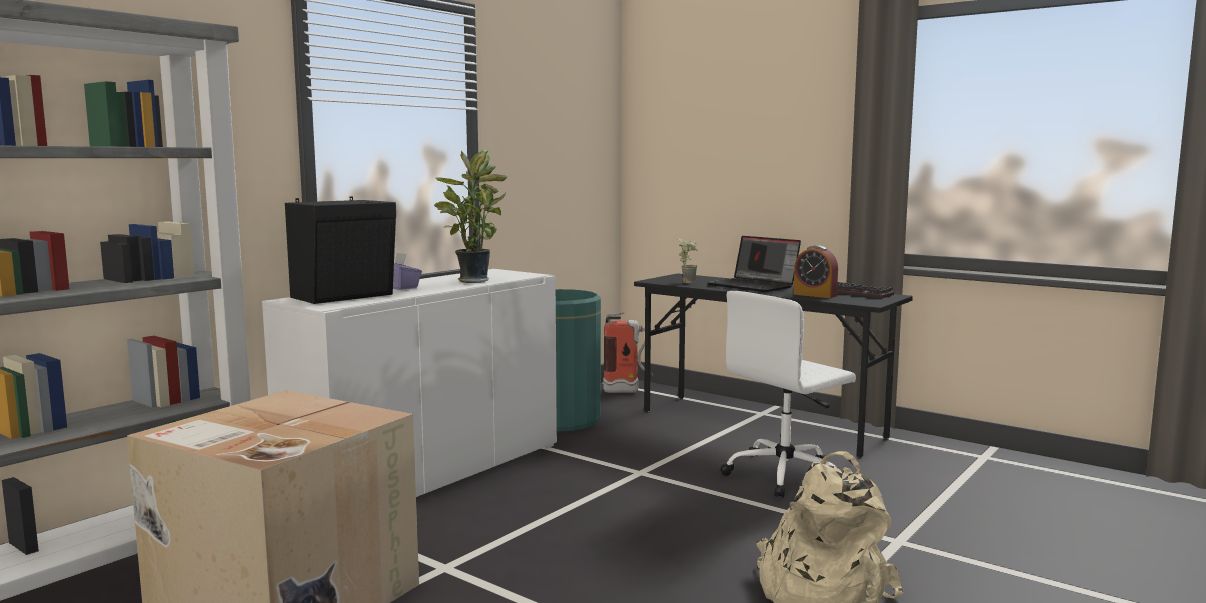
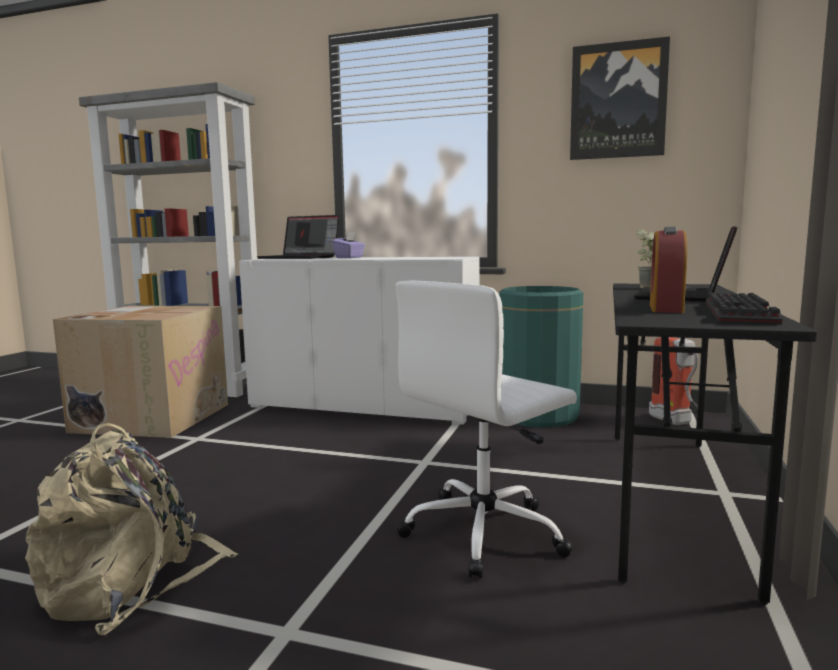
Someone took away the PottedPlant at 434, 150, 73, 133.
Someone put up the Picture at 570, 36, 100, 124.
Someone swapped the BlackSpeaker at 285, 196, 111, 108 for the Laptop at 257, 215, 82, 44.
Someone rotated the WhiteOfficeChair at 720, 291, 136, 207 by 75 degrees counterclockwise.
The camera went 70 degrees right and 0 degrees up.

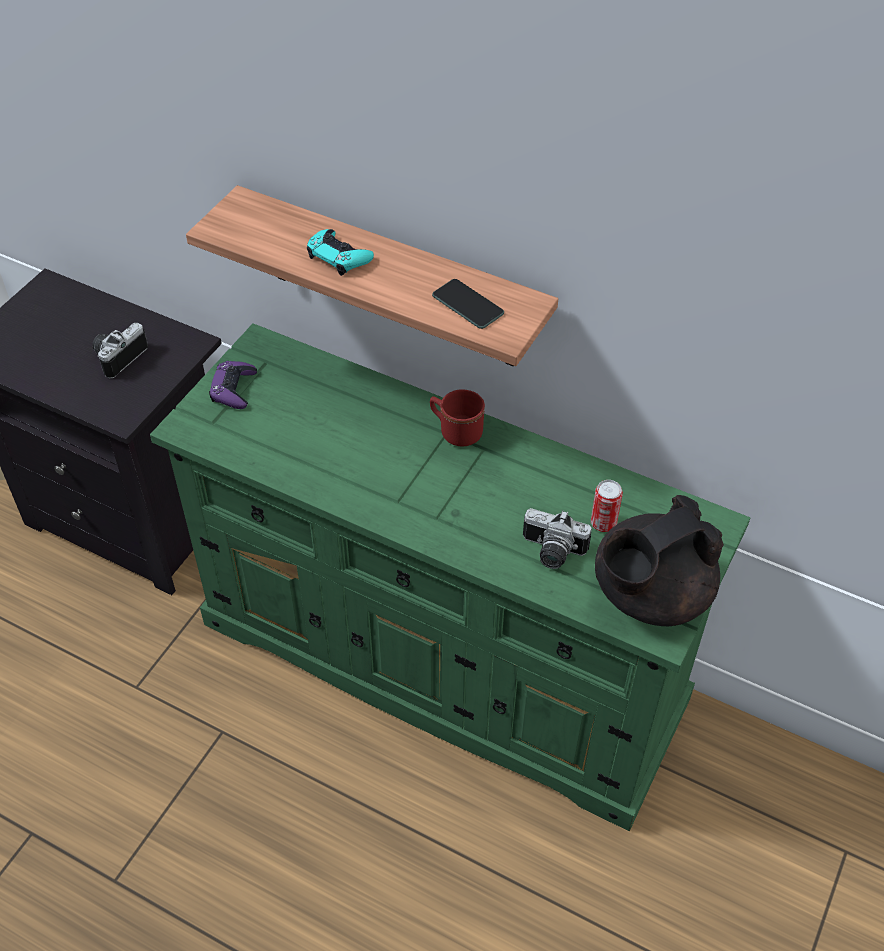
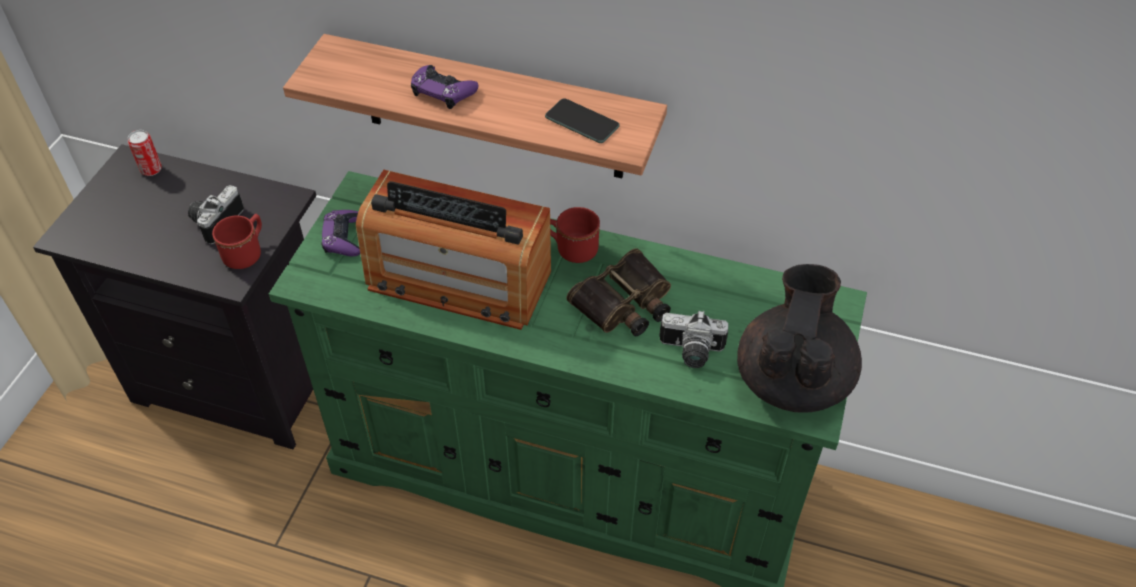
Someone put down the RedMug at 212, 214, 50, 55.
Someone put down the Radio at 356, 170, 195, 160.
Someone put down the Binoculars at 567, 248, 104, 88.
Someone carried the Can from 591, 480, 32, 52 to 128, 130, 34, 46.
Someone repainted the TurquoiseGameController at 307, 229, 67, 47, which became the PurpleGameController at 411, 65, 68, 44.
Someone rotated the BlackTeapot at 595, 495, 129, 131 by 150 degrees clockwise.
The camera went 10 degrees left and 0 degrees up.

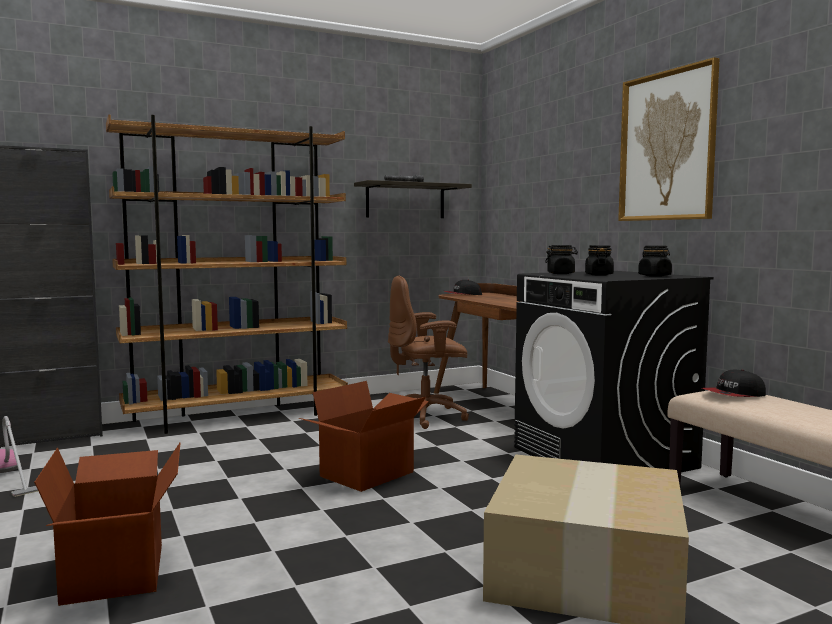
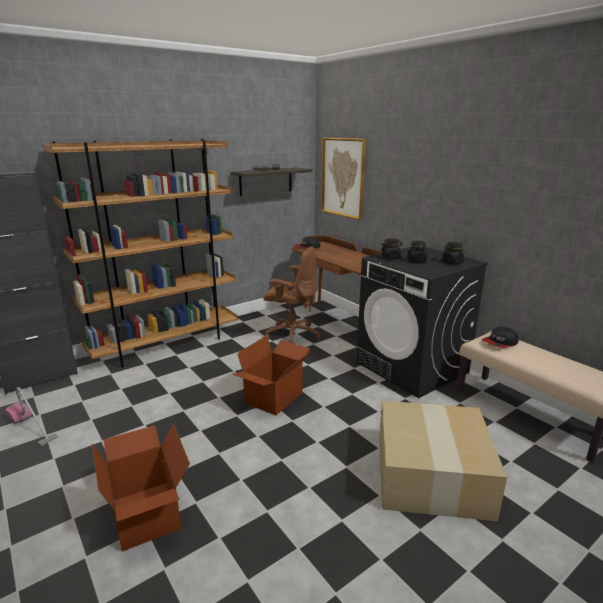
Someone carried the Picture from 618, 57, 102, 164 to 321, 137, 45, 83.
Someone rotated the BrownOfficeChair at 388, 275, 81, 154 by 135 degrees counterclockwise.
The camera went 10 degrees left and 15 degrees up.

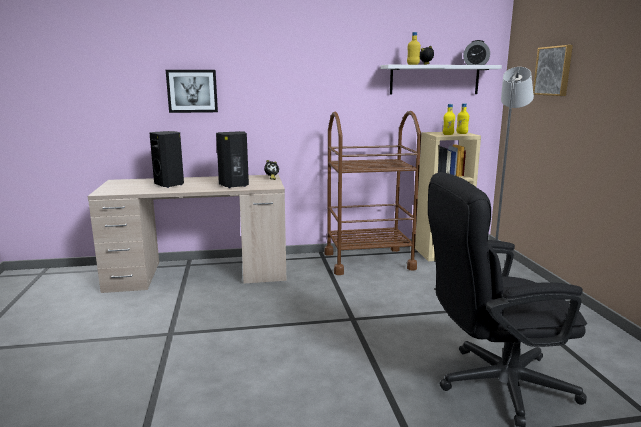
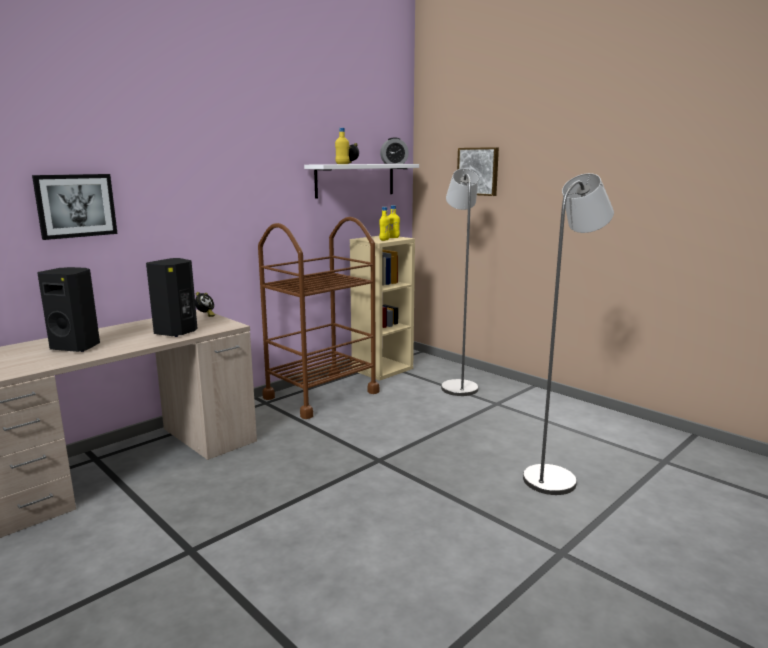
Someone swapped the BlackOfficeChair at 428, 172, 159, 255 for the GreyFloorLamp at 523, 173, 91, 322.
The camera went 35 degrees left and 0 degrees up.

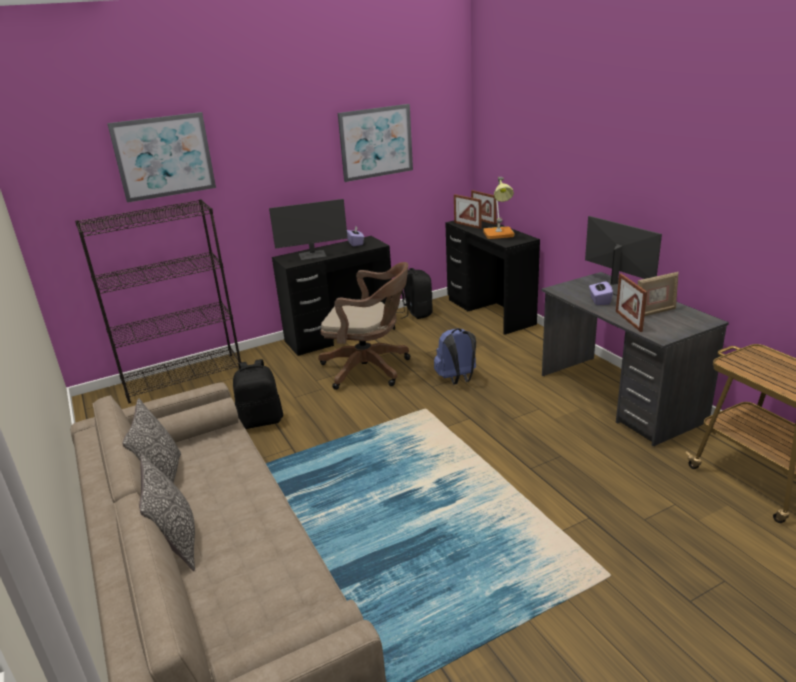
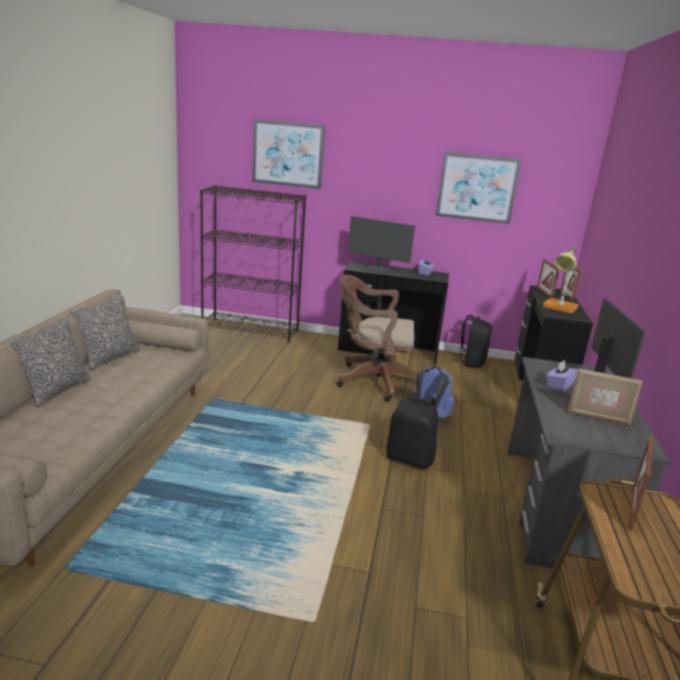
Someone carried the BlackBackpack from 233, 359, 50, 70 to 386, 392, 53, 77.
Someone carried the PictureFrame from 616, 274, 31, 58 to 628, 436, 25, 95.
Someone rotated the BrownOfficeChair at 318, 262, 93, 128 by 135 degrees clockwise.
The camera went 35 degrees right and 5 degrees down.

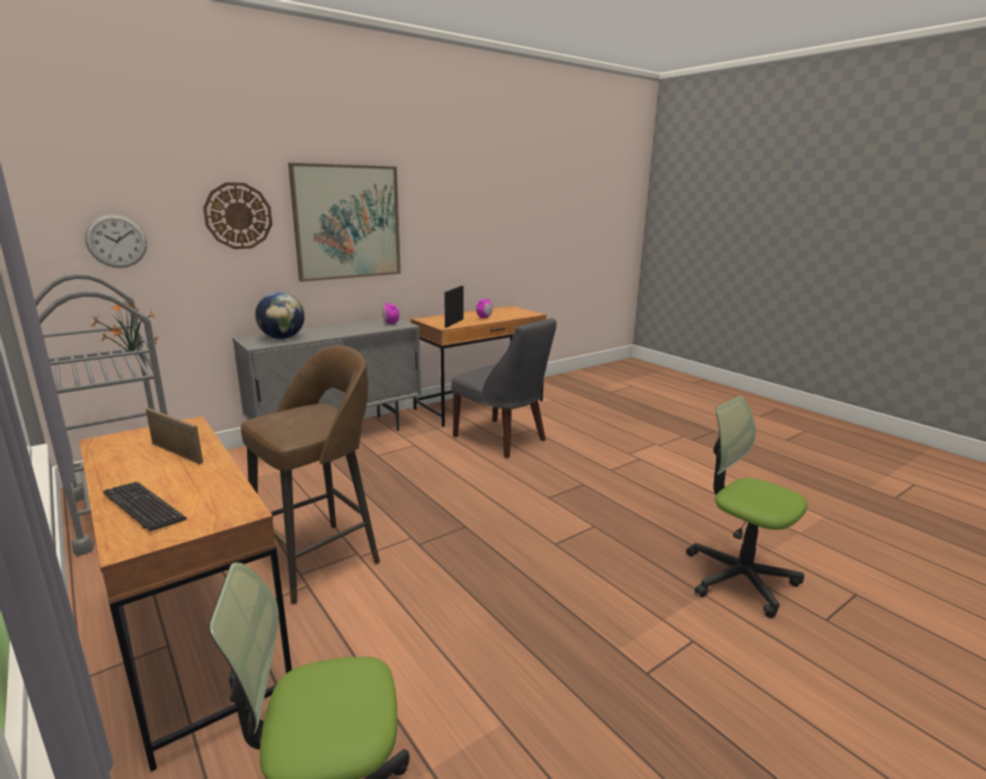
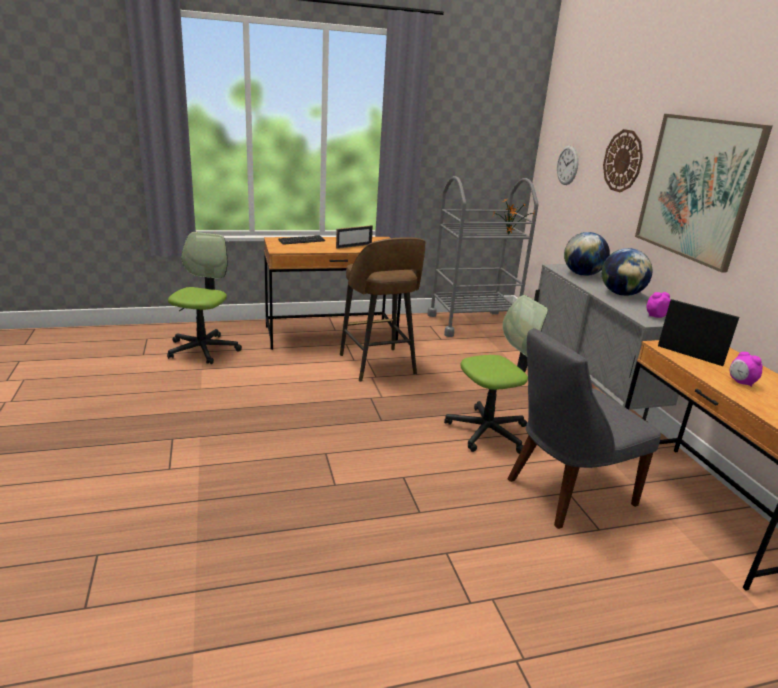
Someone put down the Globe at 602, 248, 50, 48.
Someone carried the OfficeChair from 686, 396, 122, 222 to 444, 295, 104, 159.
The camera went 110 degrees right and 5 degrees up.

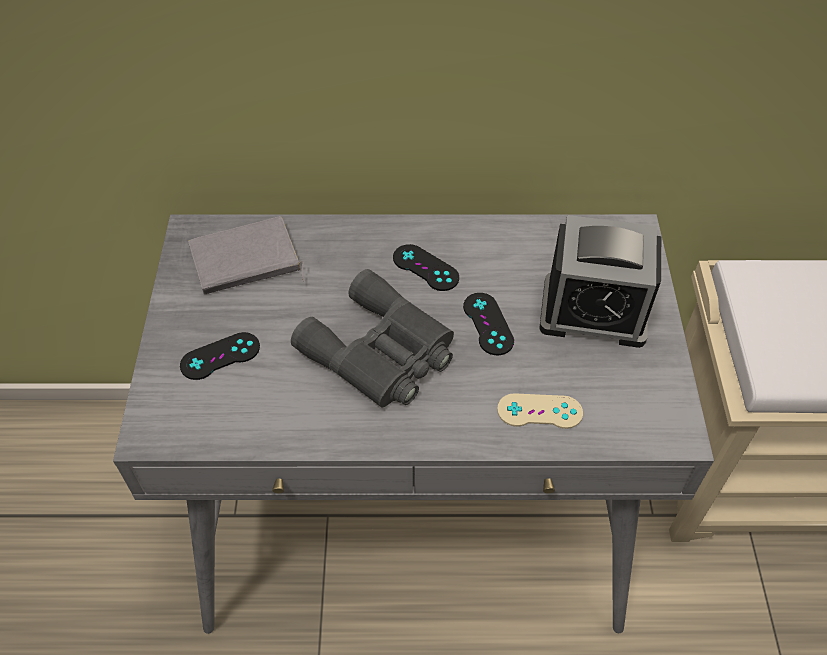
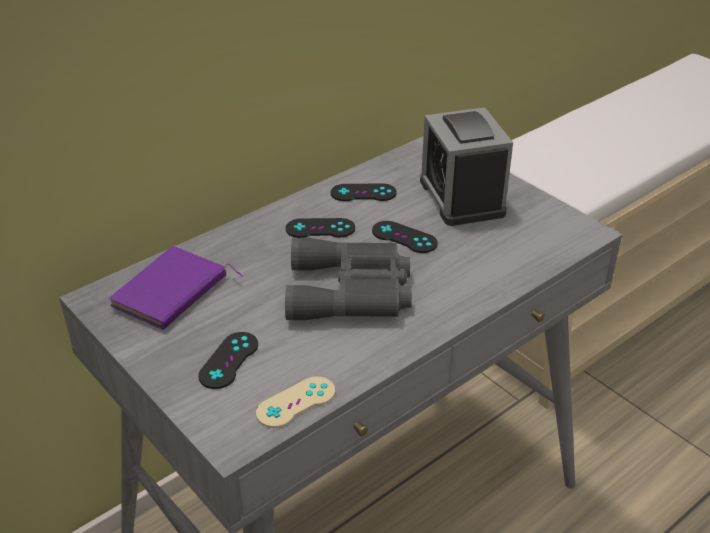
Someone put down the BlackGameController at 331, 183, 66, 18.
Someone carried the BeigeGameController from 497, 393, 86, 36 to 256, 376, 79, 52.
Someone repainted the GreyBook at 188, 216, 117, 78, which became the PurpleBook at 109, 246, 134, 84.
Someone rotated the AlarmClock at 539, 215, 122, 133 by 105 degrees clockwise.
The camera went 40 degrees left and 15 degrees down.

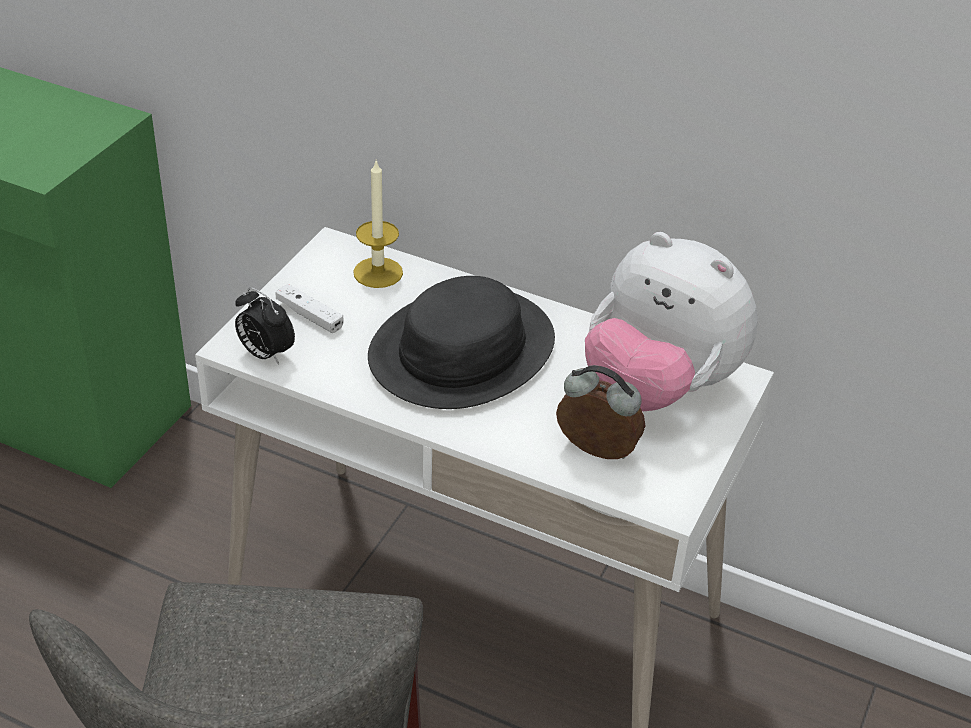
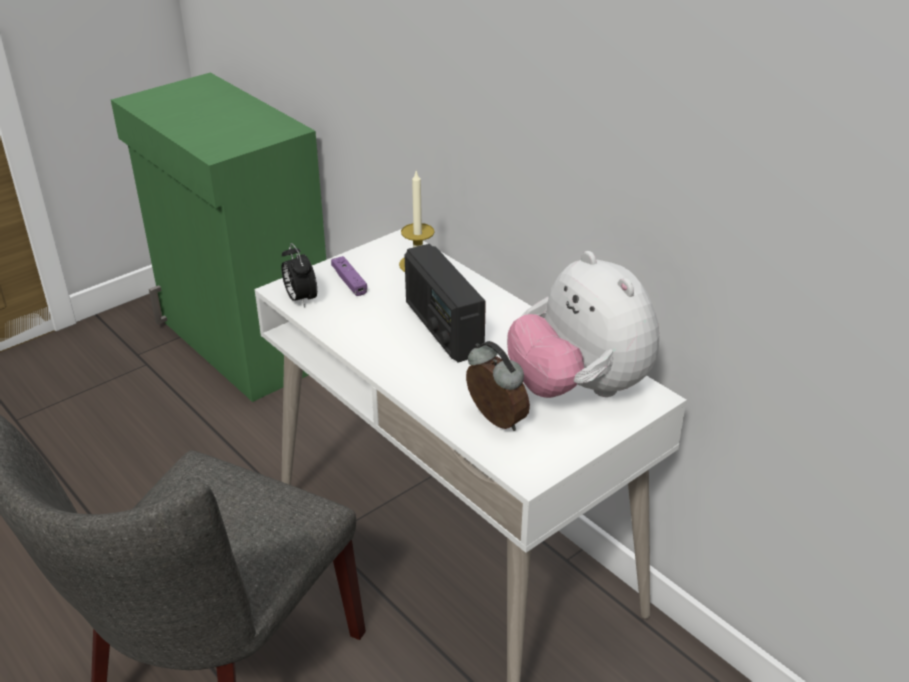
Someone swapped the BlackHat at 368, 276, 187, 133 for the Radio at 405, 244, 81, 119.
Someone repainted the WhiteGameController at 276, 284, 67, 49, which became the PurpleGameController at 331, 256, 36, 40.
The camera went 25 degrees right and 5 degrees down.

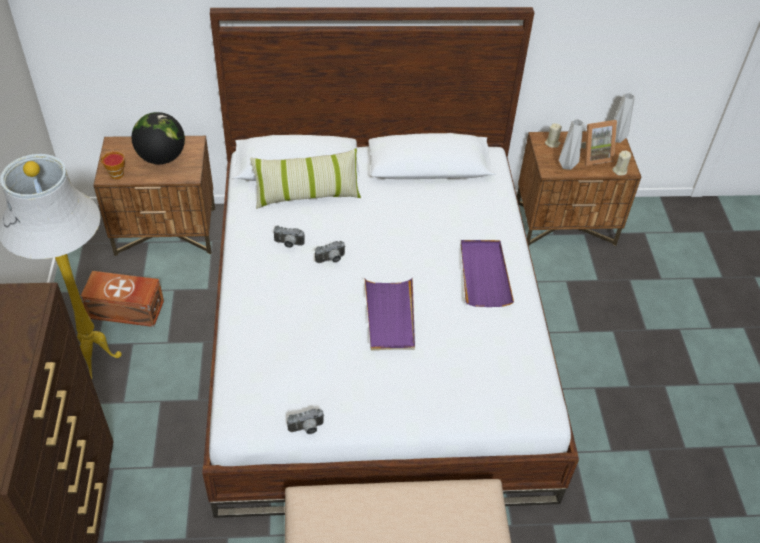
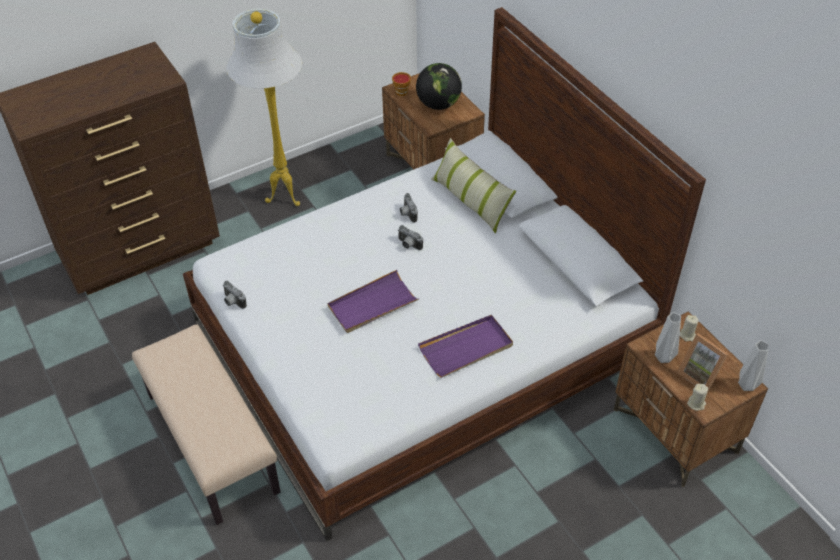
Someone took away the BrownStorageBox at 80, 271, 84, 56.
The camera went 65 degrees right and 0 degrees up.

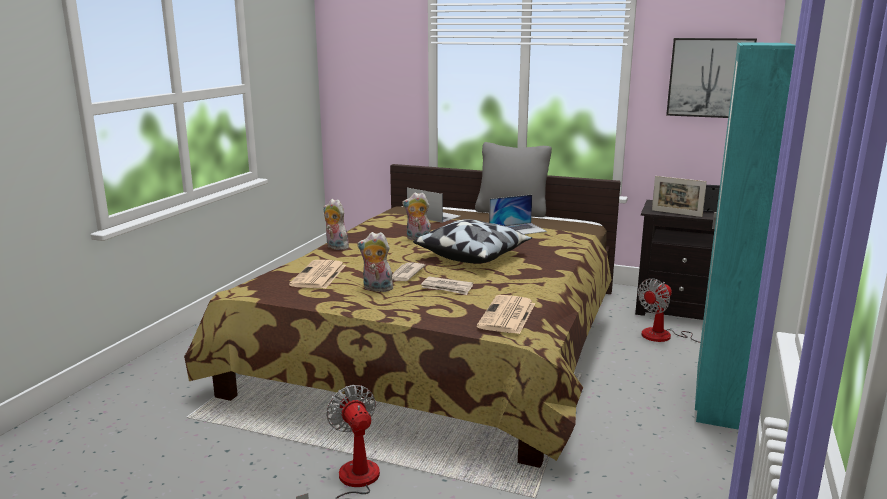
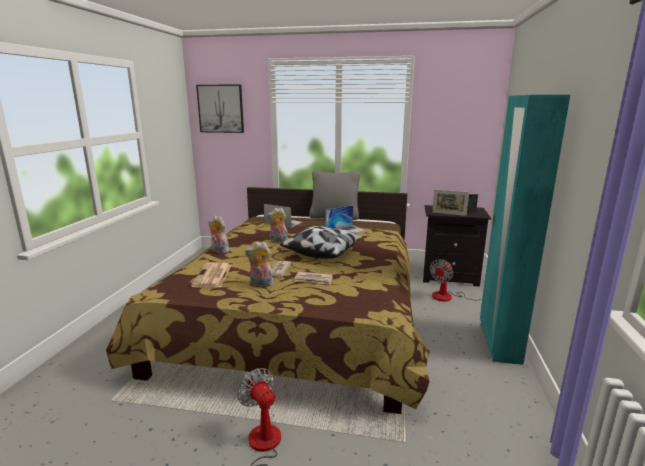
Someone took away the Newspaper at 477, 295, 58, 39.
Someone carried the Picture from 666, 38, 91, 80 to 196, 84, 48, 49.
The camera went 10 degrees left and 0 degrees up.

